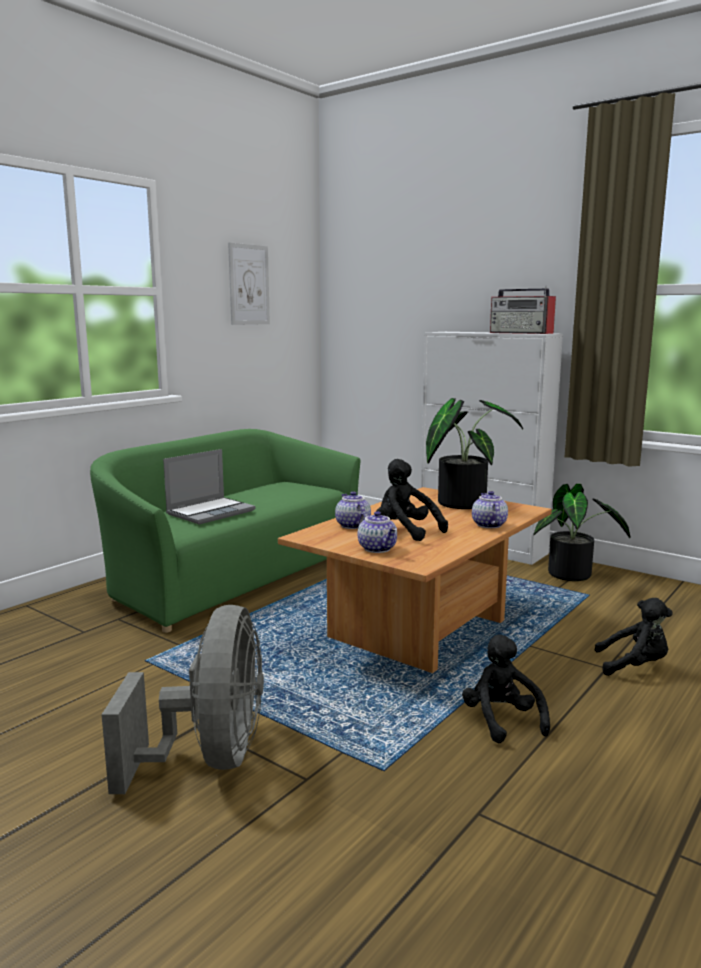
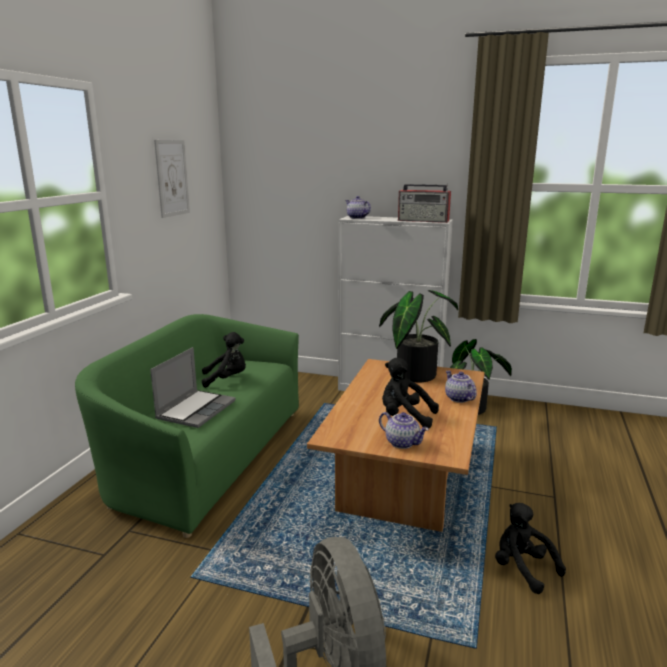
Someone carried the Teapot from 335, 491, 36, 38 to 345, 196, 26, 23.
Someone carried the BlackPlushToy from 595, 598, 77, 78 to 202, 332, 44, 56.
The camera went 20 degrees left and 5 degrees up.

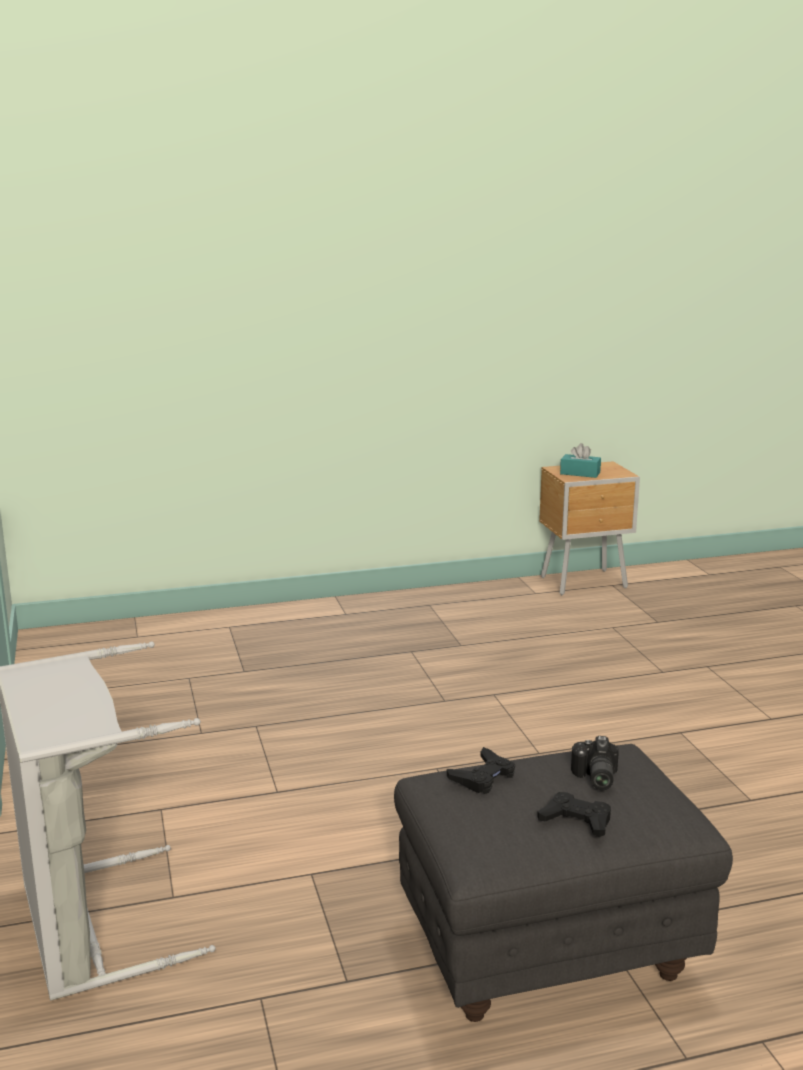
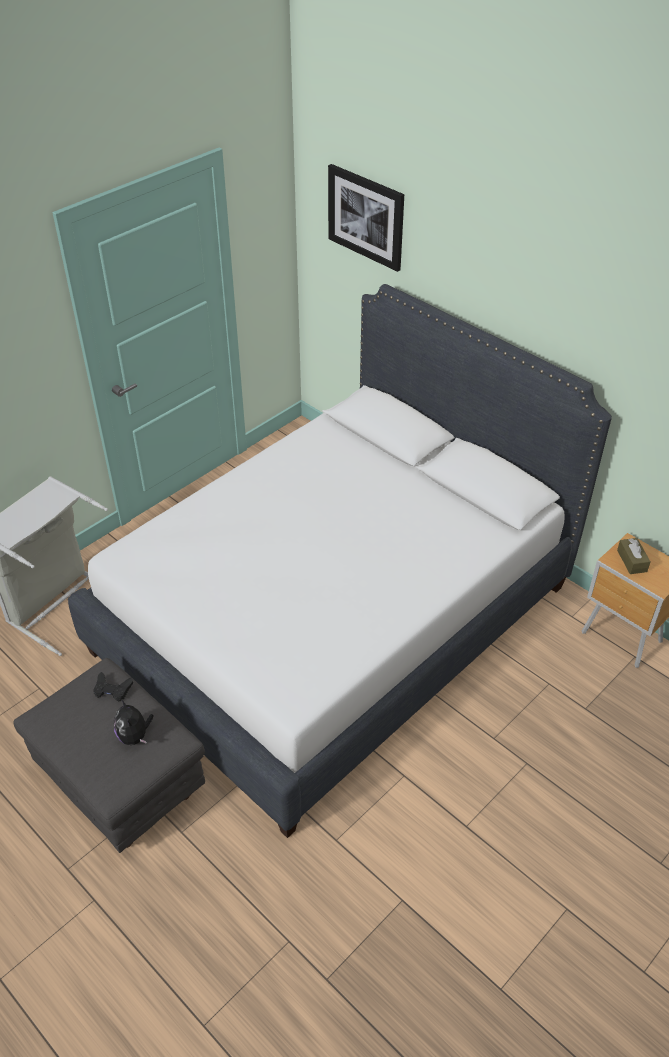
Someone took away the BlackGameController at 537, 792, 74, 45.
Someone put down the WhiteBed at 68, 284, 544, 554.
Someone put up the Picture at 328, 164, 76, 108.
Someone swapped the PhotoCamera at 571, 736, 48, 54 for the PlushToy at 114, 699, 40, 46.
Someone repainted the TurquoiseTissueBox at 560, 443, 41, 35, which became the BrownTissueBox at 617, 538, 33, 36.
The camera went 60 degrees right and 25 degrees up.

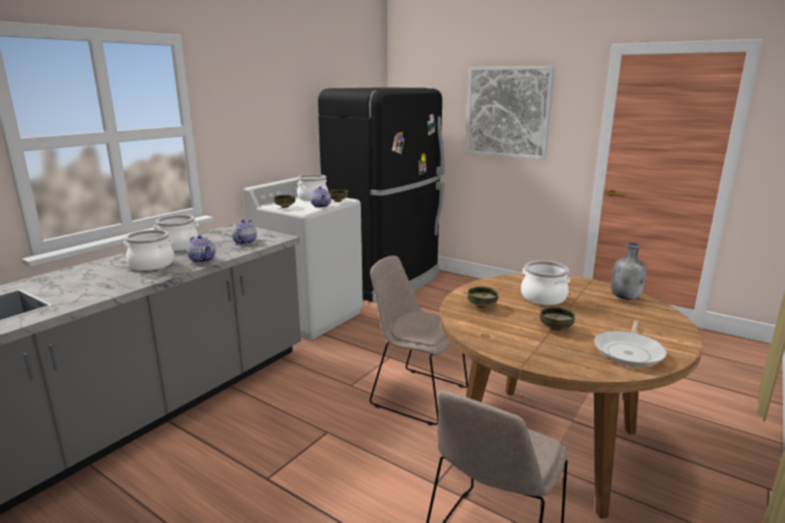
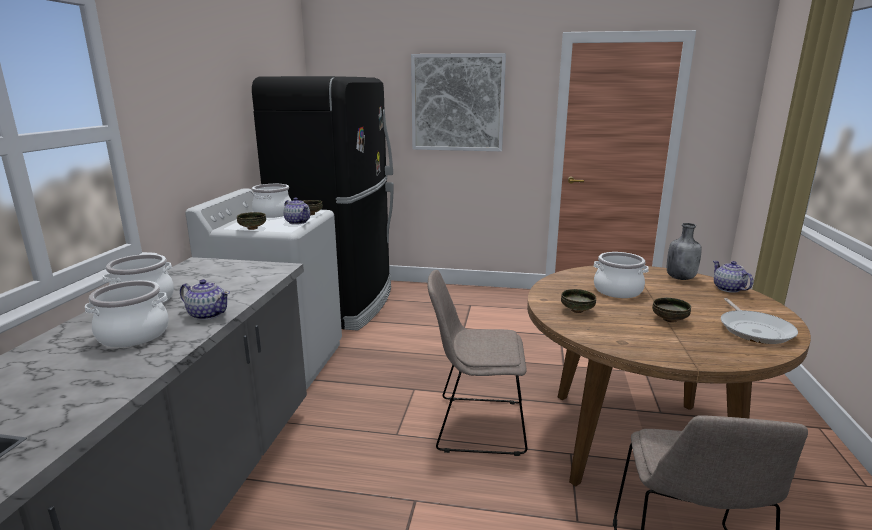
Someone carried the Teapot from 232, 219, 25, 26 to 713, 261, 40, 32.
The camera went 25 degrees left and 0 degrees up.

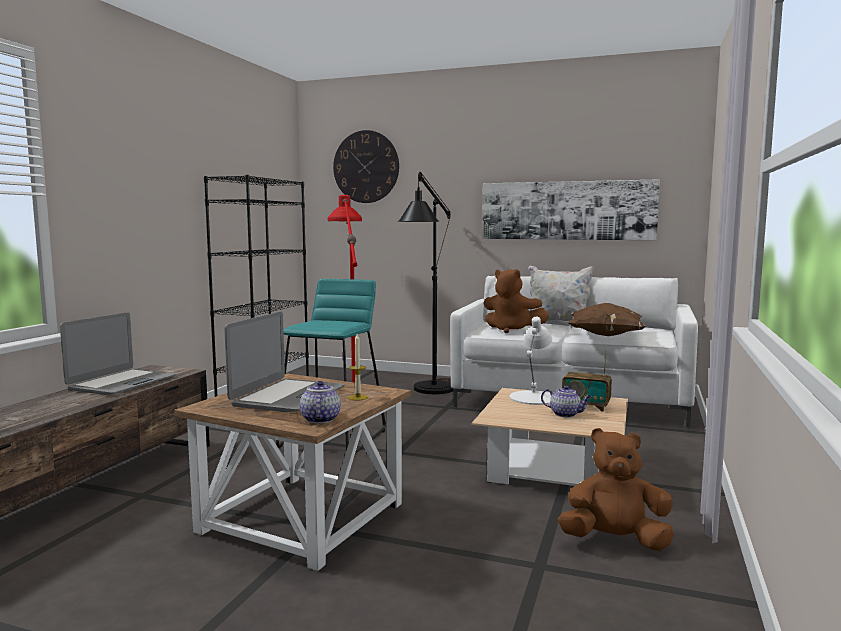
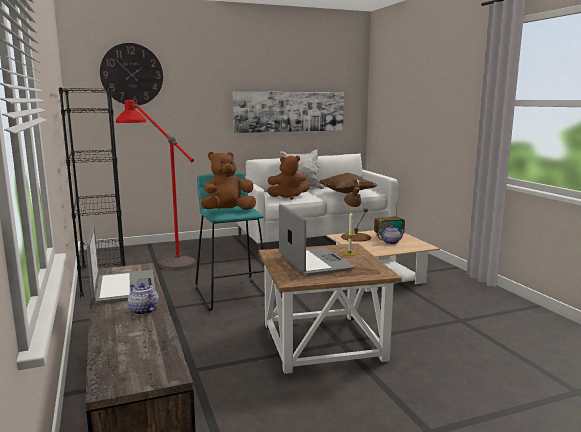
Someone took away the BlackFloorLamp at 398, 172, 55, 222.
Someone carried the Teapot from 300, 381, 41, 42 to 128, 283, 31, 32.
Someone carried the BrownPlushToy from 558, 428, 116, 123 to 201, 152, 55, 58.
Someone repainted the WhiteTableLamp at 509, 317, 43, 88, which became the BrownTableLamp at 341, 187, 30, 55.
The camera went 40 degrees left and 5 degrees up.

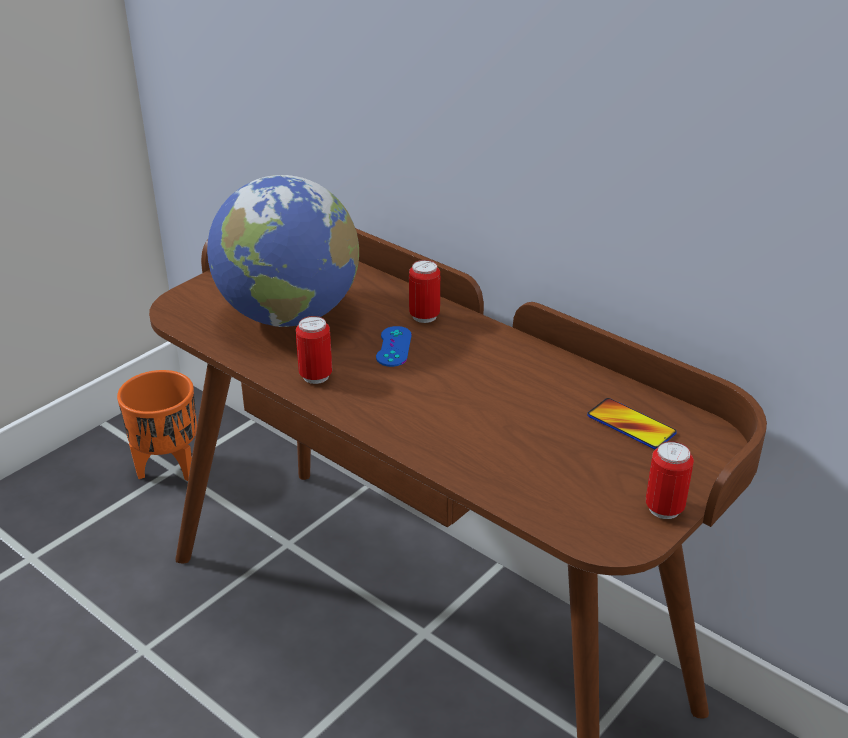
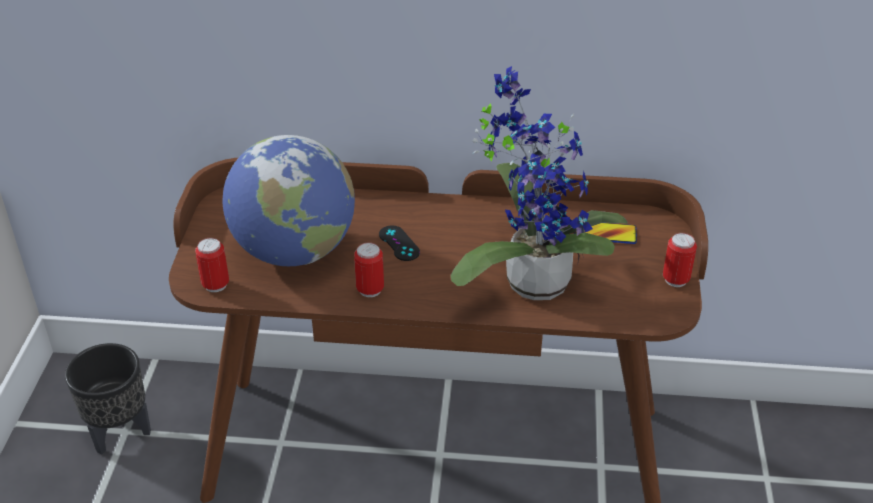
Someone put down the PottedPlant at 450, 66, 178, 234.
Someone carried the Can from 409, 260, 31, 63 to 195, 238, 34, 54.
Someone repainted the OrangePlanter at 117, 370, 80, 111, which became the BlackPlanter at 65, 343, 86, 111.
Someone repainted the BlueGameController at 376, 326, 36, 41, which became the BlackGameController at 379, 225, 41, 36.
The camera went 35 degrees left and 5 degrees up.

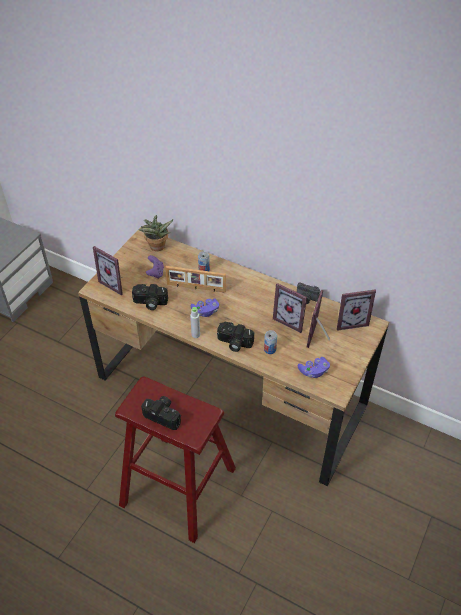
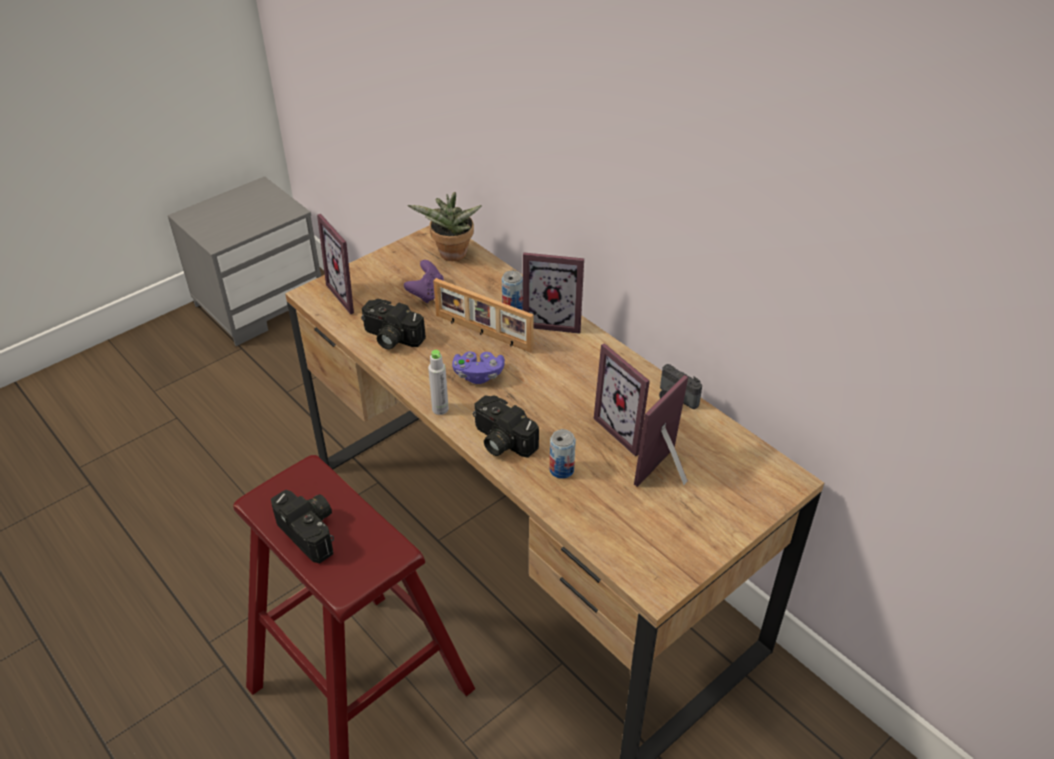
Someone took away the PurpleGameController at 298, 357, 32, 21.
Someone carried the PictureFrame from 337, 290, 39, 41 to 523, 253, 61, 81.
The camera went 20 degrees right and 5 degrees down.

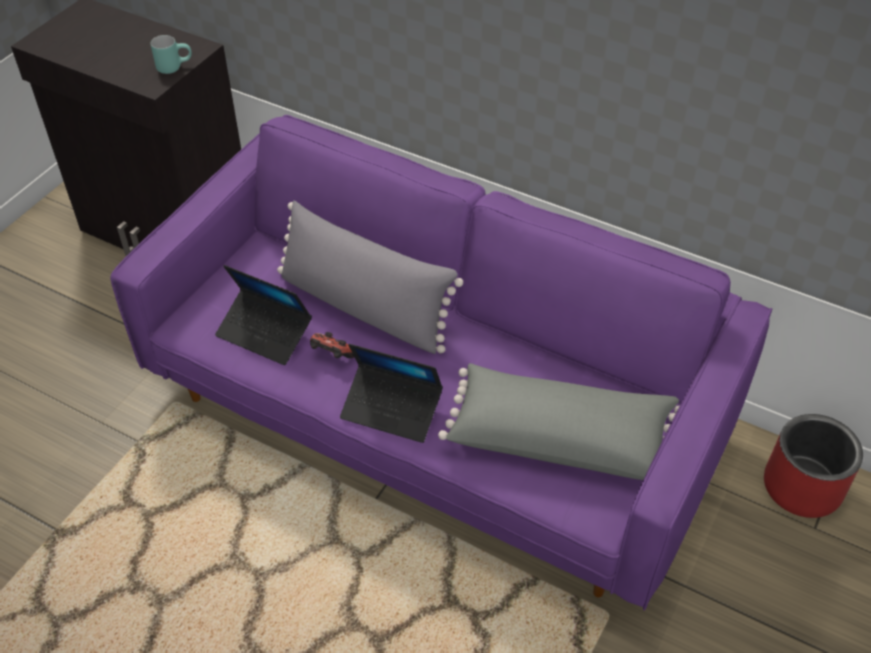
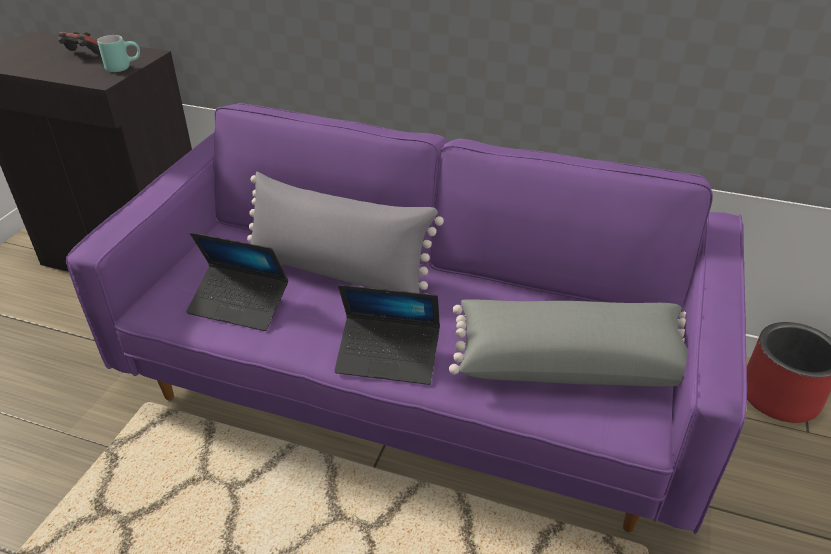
Someone carried the GameController from 310, 332, 44, 26 to 58, 32, 43, 23.
The camera went 10 degrees left and 10 degrees down.

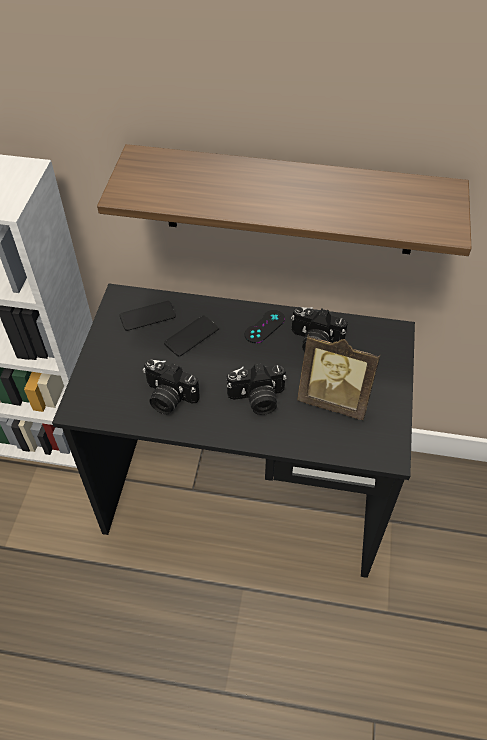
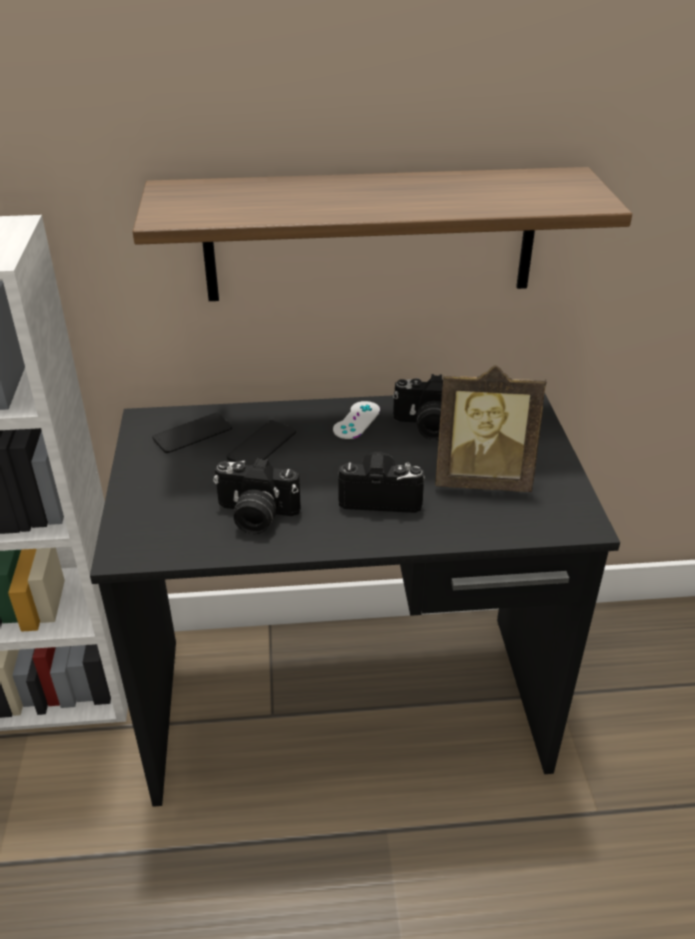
Someone repainted the BlackGameController at 245, 310, 40, 33, which became the WhiteGameController at 333, 401, 47, 38.
Someone rotated the PhotoCamera at 227, 363, 60, 52 by 150 degrees counterclockwise.
The camera went 15 degrees left and 15 degrees down.

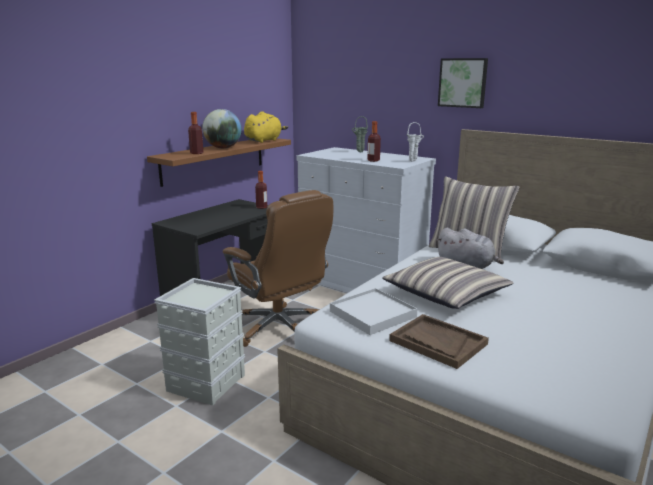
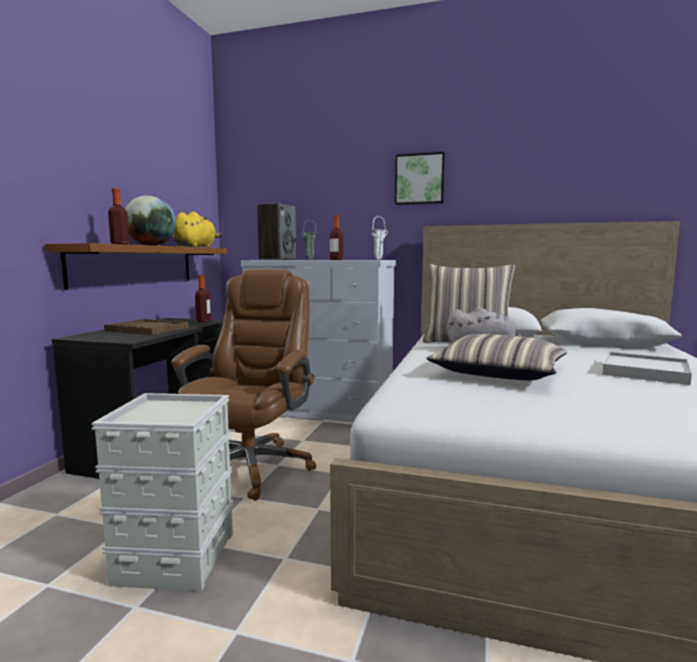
Someone put down the Speaker at 257, 203, 39, 57.
Someone carried the WhiteTray from 330, 288, 88, 47 to 602, 352, 90, 33.
Someone carried the BrownTray from 389, 314, 100, 55 to 104, 319, 85, 16.
Someone rotated the BrownOfficeChair at 223, 190, 110, 157 by 105 degrees counterclockwise.
The camera went 20 degrees left and 10 degrees down.

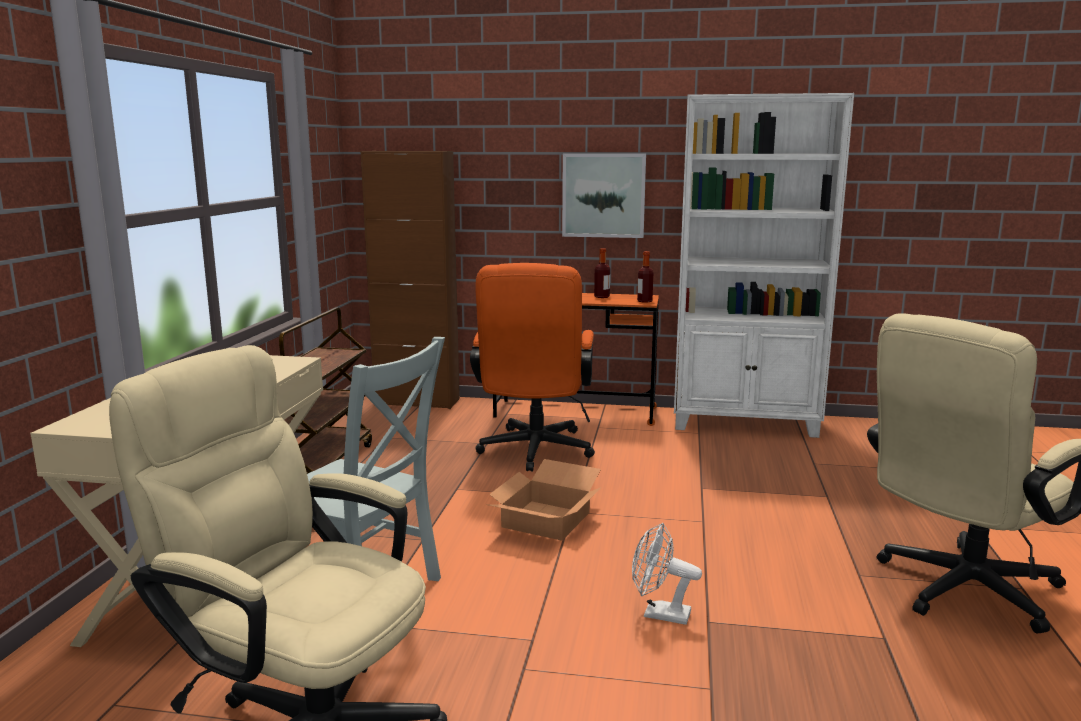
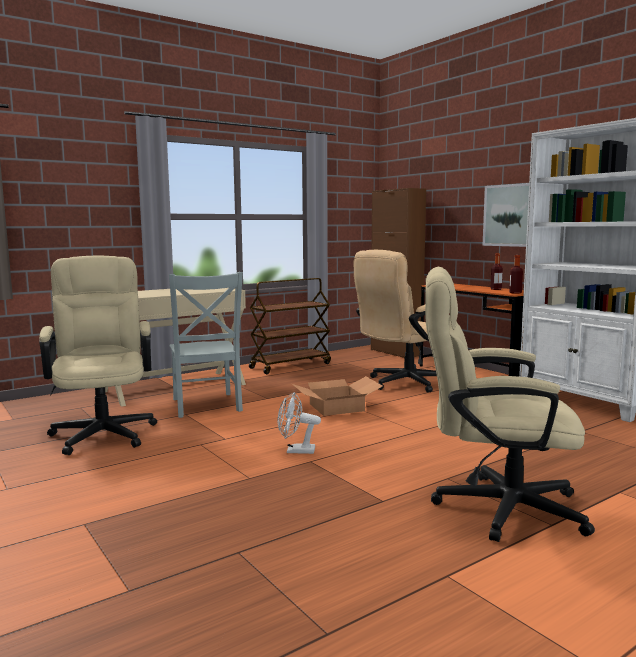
Someone repainted the OrangeOfficeChair at 470, 263, 125, 208, which became the BeigeOfficeChair at 354, 250, 83, 143.
Someone rotated the WhiteFan at 632, 523, 70, 102 by 60 degrees counterclockwise.
The camera went 45 degrees right and 5 degrees down.

